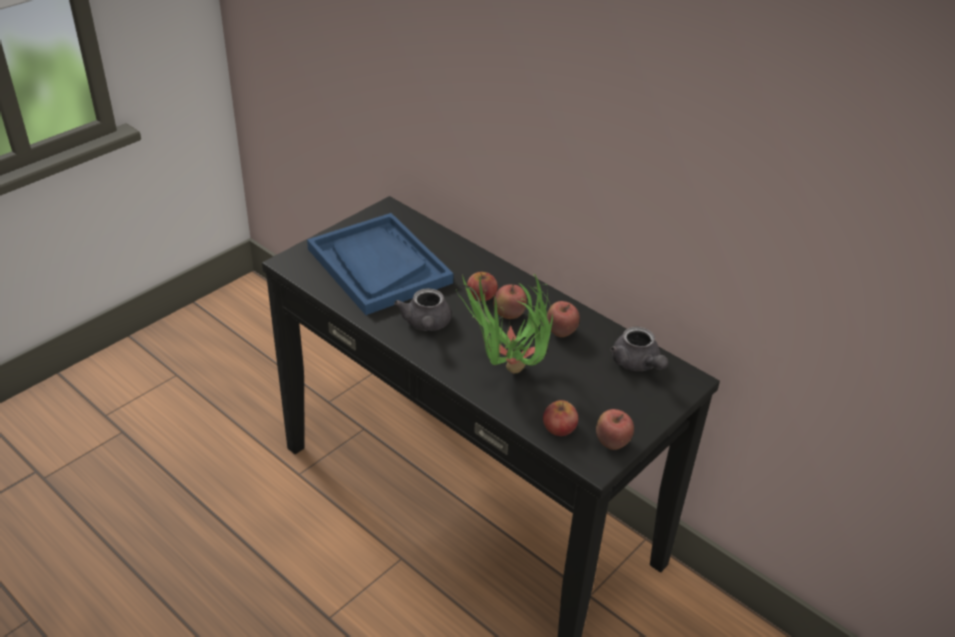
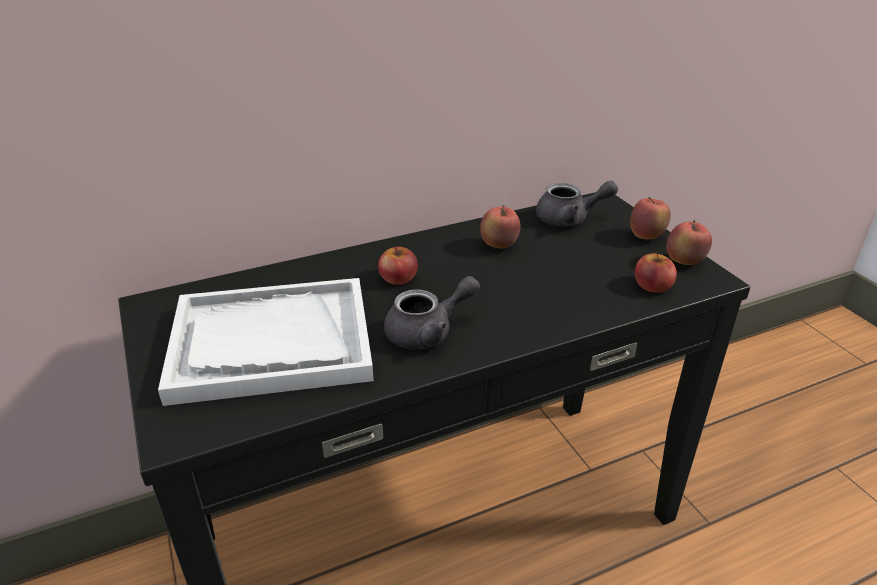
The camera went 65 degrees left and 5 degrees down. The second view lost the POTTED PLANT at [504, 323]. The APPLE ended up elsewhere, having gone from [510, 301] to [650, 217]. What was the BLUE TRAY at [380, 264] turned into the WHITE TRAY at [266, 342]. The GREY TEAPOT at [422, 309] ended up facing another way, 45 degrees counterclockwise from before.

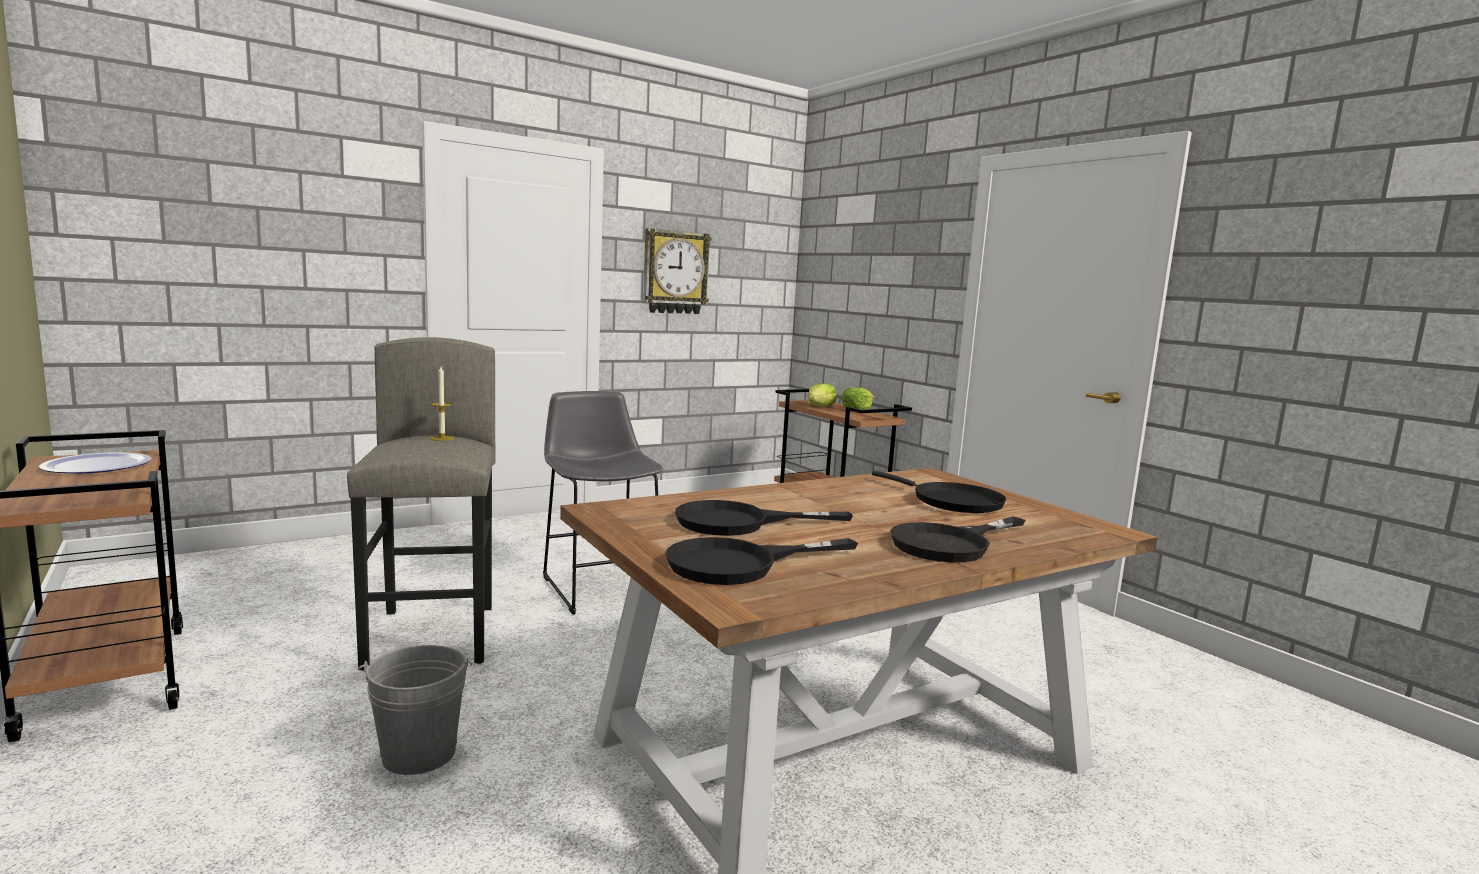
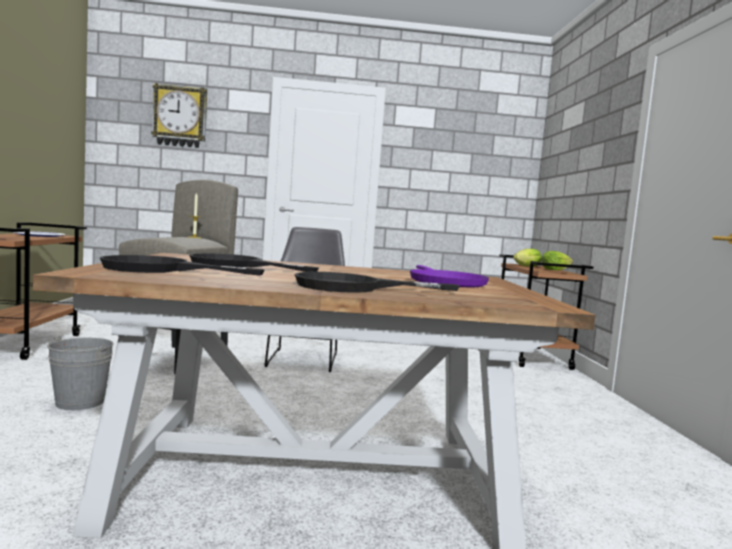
The camera went 30 degrees right and 5 degrees down. The WALL CLOCK ended up elsewhere, having gone from [677, 271] to [179, 115]. What was the BLACK FRYING PAN at [939, 492] turned into the PURPLE FRYING PAN at [449, 276].

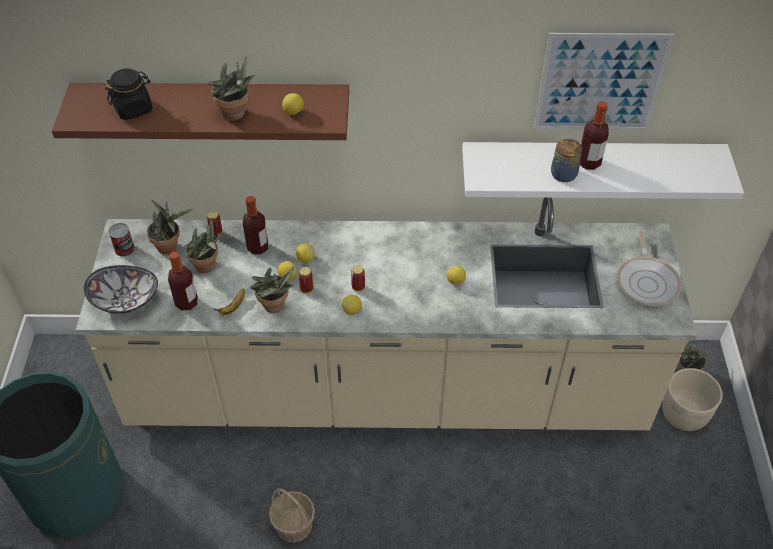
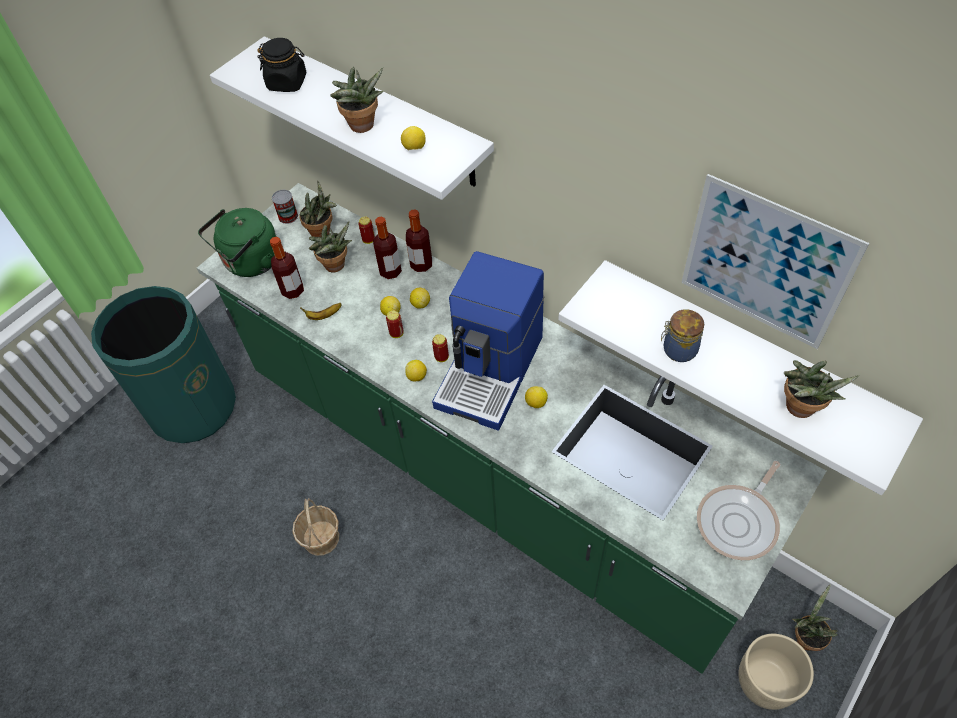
The camera went 40 degrees right and 5 degrees up. The second view gained the COFFEE MACHINE at [488, 341]. The POTTED PLANT ended up elsewhere, having gone from [272, 290] to [821, 389]. The BOTTLE ended up elsewhere, having gone from [594, 135] to [419, 241]. Where the BOWL stood at [121, 289], the GREEN KETTLE came to stand at [237, 242]. What was the BROWN SHELF at [200, 111] turned into the WHITE SHELF at [352, 118]. What was the BEIGE COUNTER at [386, 314] turned into the GREEN COUNTER at [511, 428].

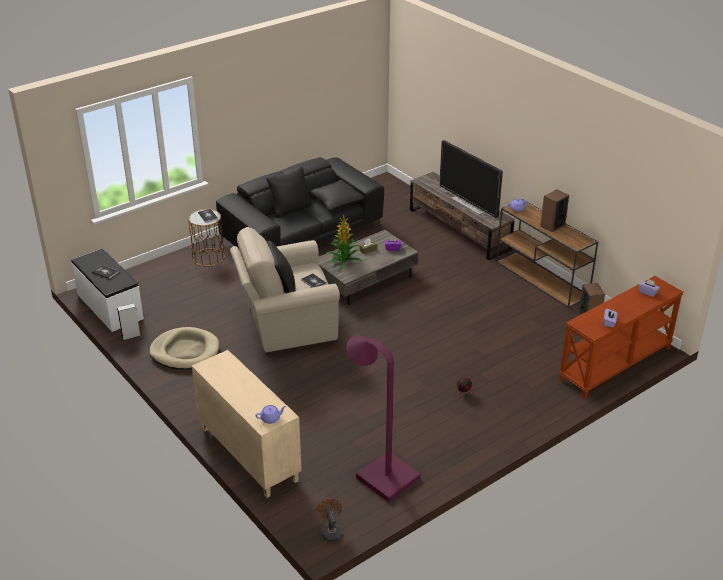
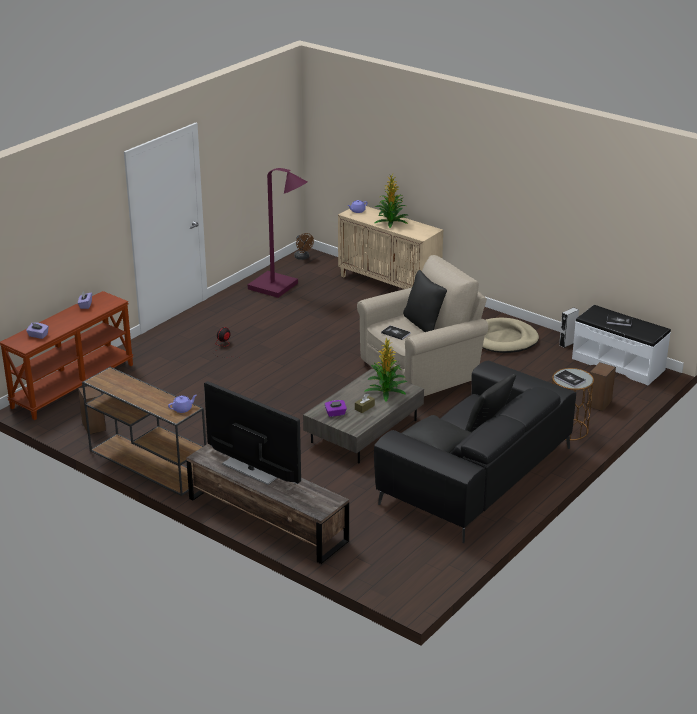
The camera went 165 degrees right and 5 degrees down. The second view gained the POTTED PLANT at [391, 201]. The SPEAKER ended up elsewhere, having gone from [554, 211] to [601, 386].

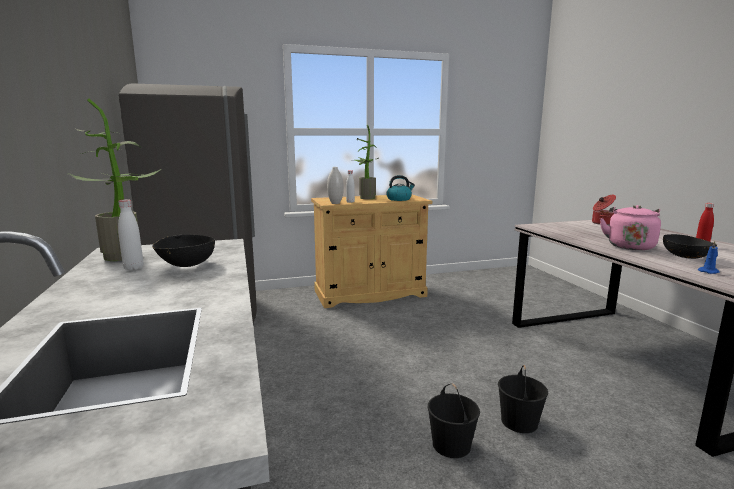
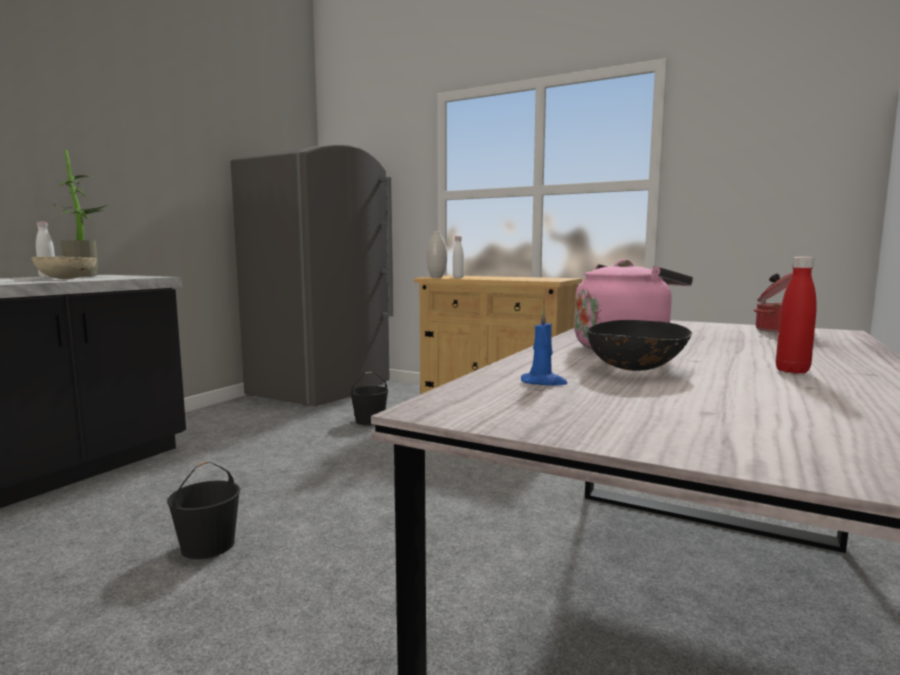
The camera went 45 degrees right and 5 degrees down. The second view lost the POTTED PLANT at [365, 162]. The second view lost the KETTLE at [400, 188]. The BLACK BUCKET ended up elsewhere, having gone from [523, 399] to [369, 398]. What was the BLACK BOWL at [183, 251] turned into the BEIGE BOWL at [64, 267].

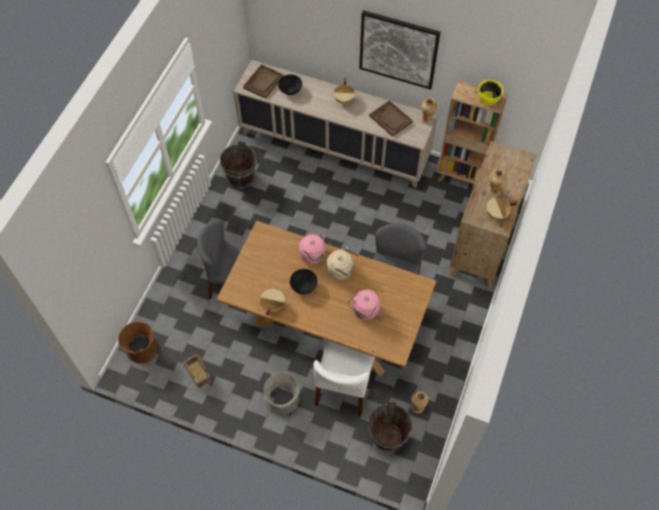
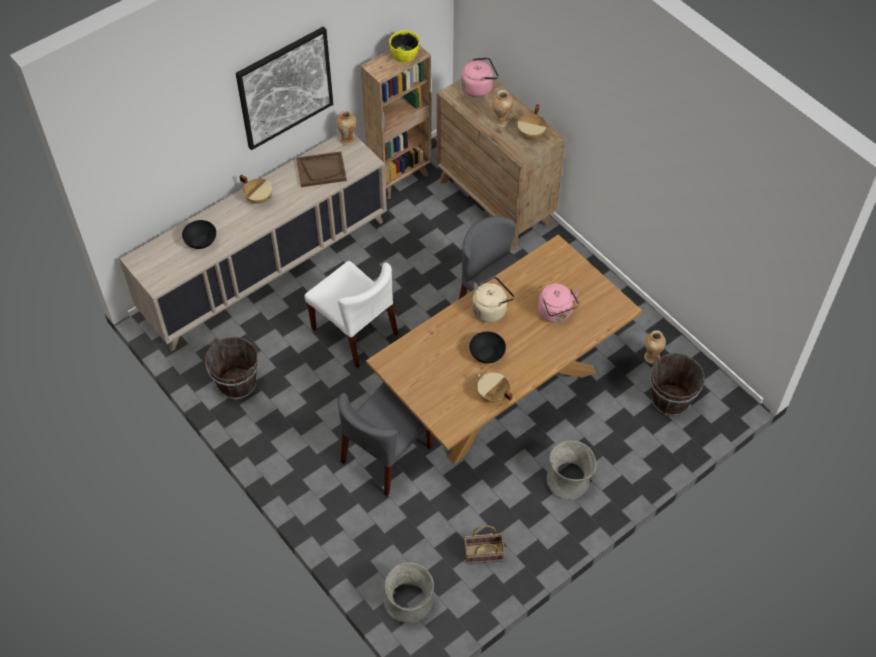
The camera went 60 degrees left and 5 degrees down. The second view lost the BROWN TRAY at [263, 81]. The PINK KETTLE ended up elsewhere, having gone from [315, 249] to [480, 77]. The WHITE CHAIR ended up elsewhere, having gone from [344, 378] to [351, 314]. What was the BROWN VASE at [137, 342] turned into the GREY VASE at [409, 592].

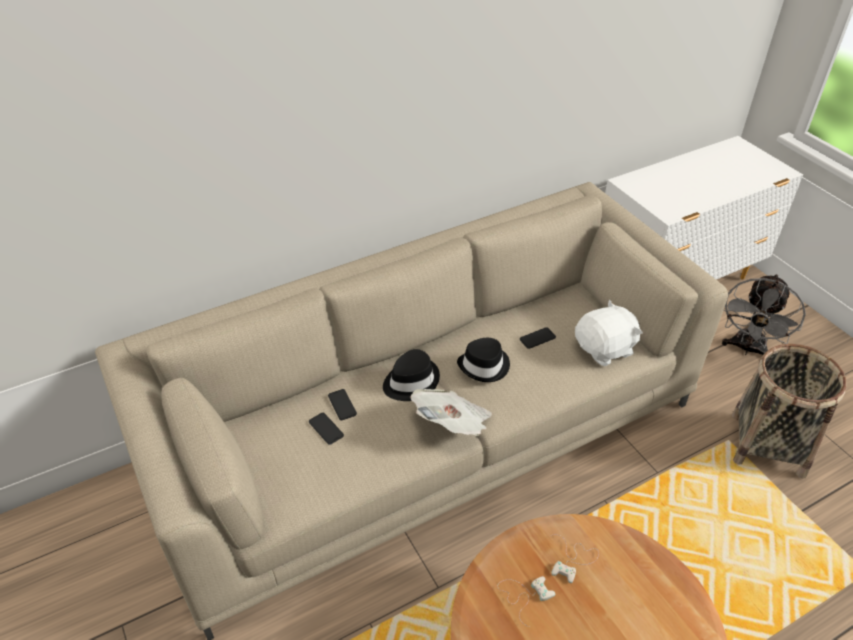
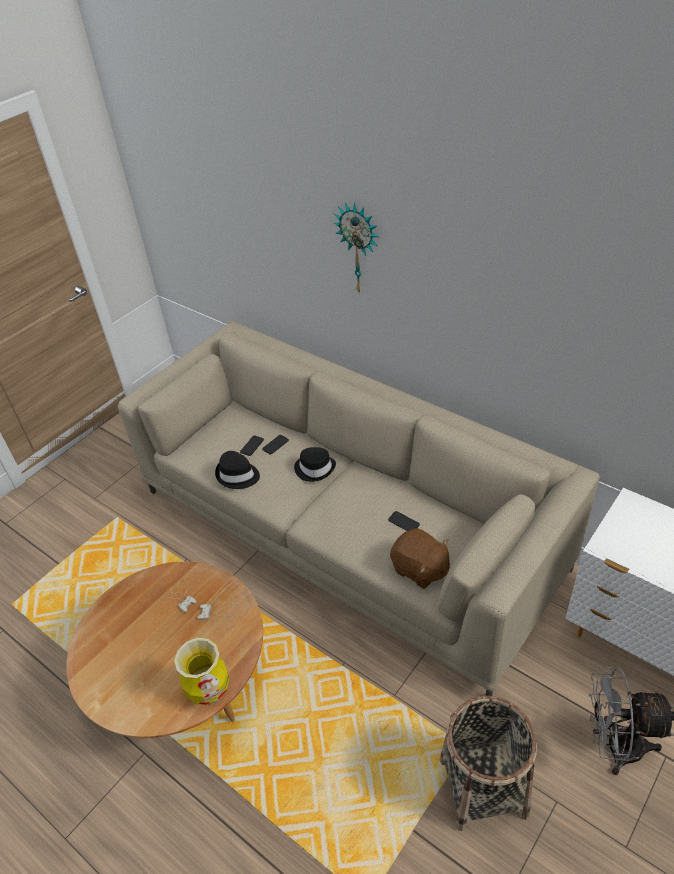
The camera went 70 degrees right and 0 degrees up. The second view lost the NEWSPAPER at [451, 412]. The second view gained the VASE at [202, 671]. The second view gained the WALL CLOCK at [356, 248]. The BLACK HAT ended up elsewhere, having gone from [483, 360] to [237, 470]. What was the WHITE PLUSH TOY at [609, 333] turned into the BROWN PLUSH TOY at [420, 558].

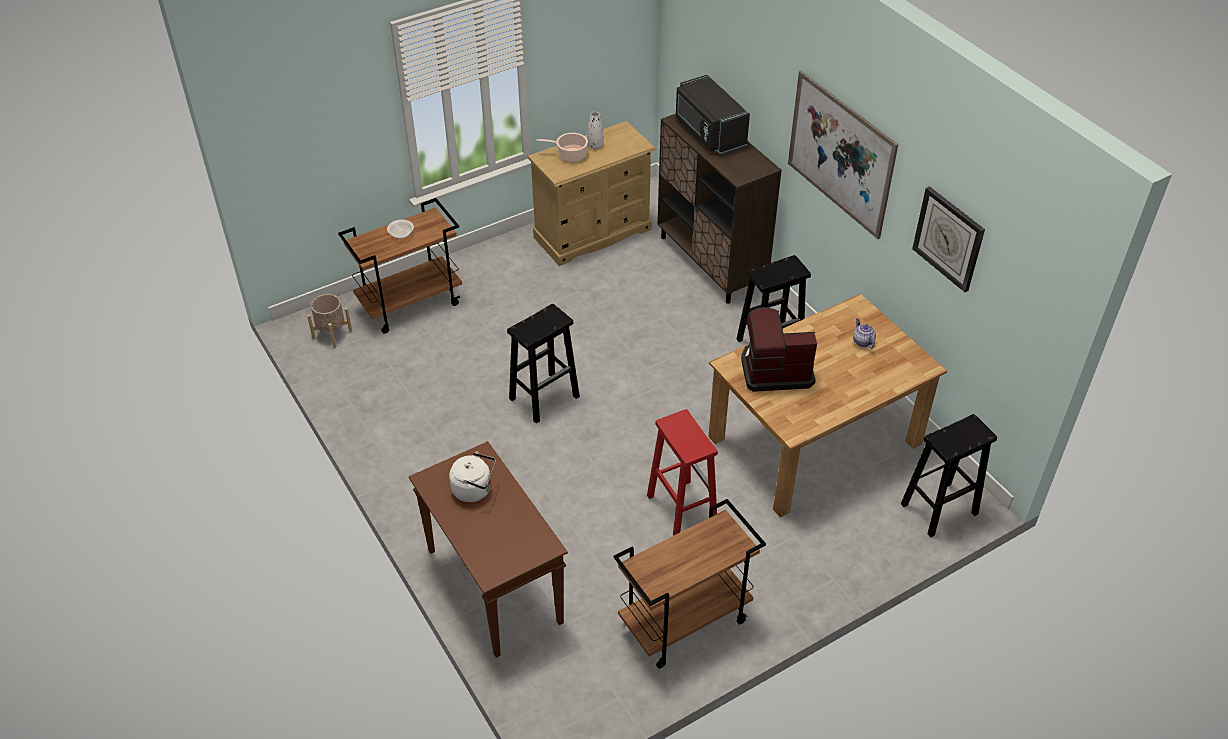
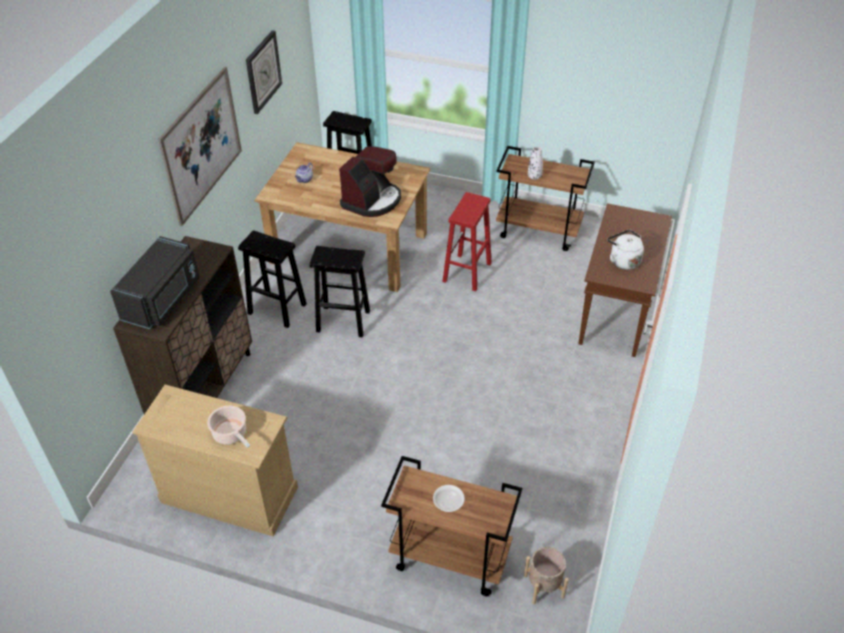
The camera went 130 degrees left and 0 degrees up. The BLACK STOOL ended up elsewhere, having gone from [543, 363] to [340, 291]. The WHITE VASE ended up elsewhere, having gone from [595, 130] to [535, 163]. The COFFEE MACHINE at [779, 349] ended up facing another way, 105 degrees counterclockwise from before.

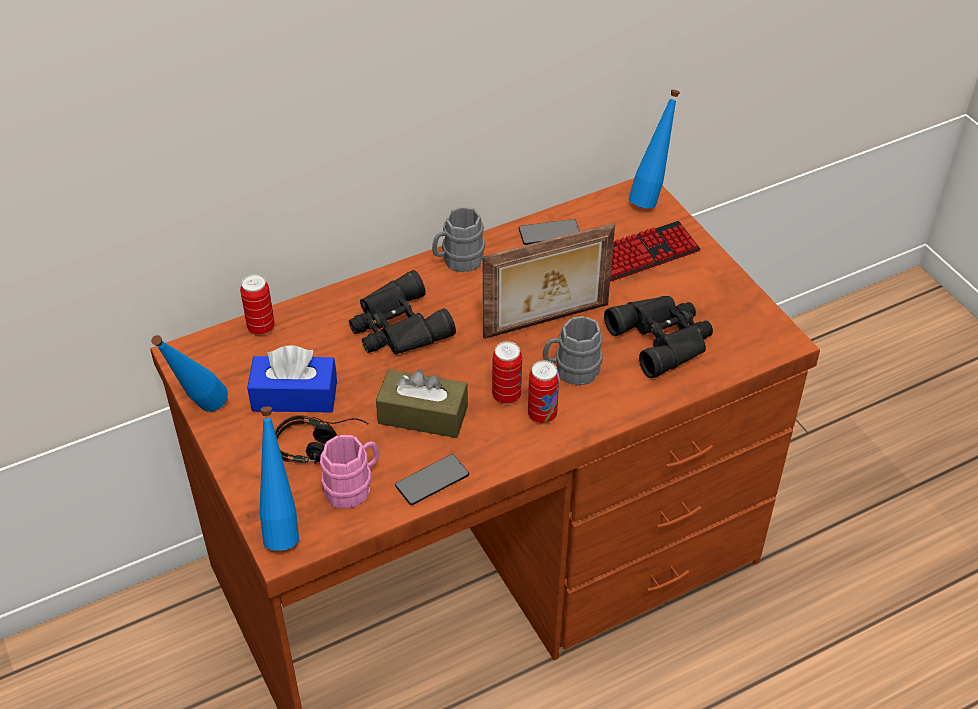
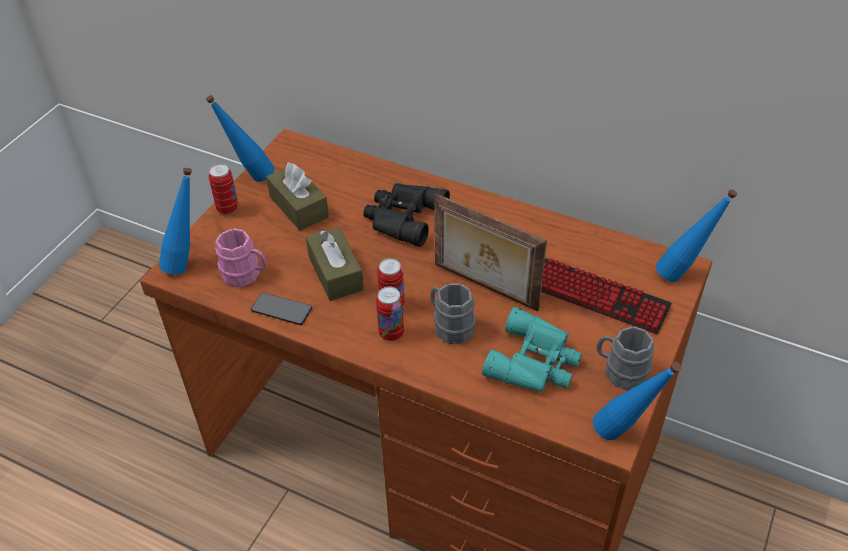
The camera went 55 degrees right and 0 degrees up. The second view lost the HEADPHONES at [322, 439]. The second view lost the PHONE at [549, 232]. The second view gained the BLUE BOTTLE at [637, 401]. The CAN ended up elsewhere, having gone from [257, 304] to [224, 189]. The GREY MUG ended up elsewhere, having gone from [458, 239] to [625, 358]. What was the BLUE TISSUE BOX at [292, 379] turned into the BROWN TISSUE BOX at [297, 197]. What was the BLACK BINOCULARS at [658, 337] turned into the TURQUOISE BINOCULARS at [532, 350].

